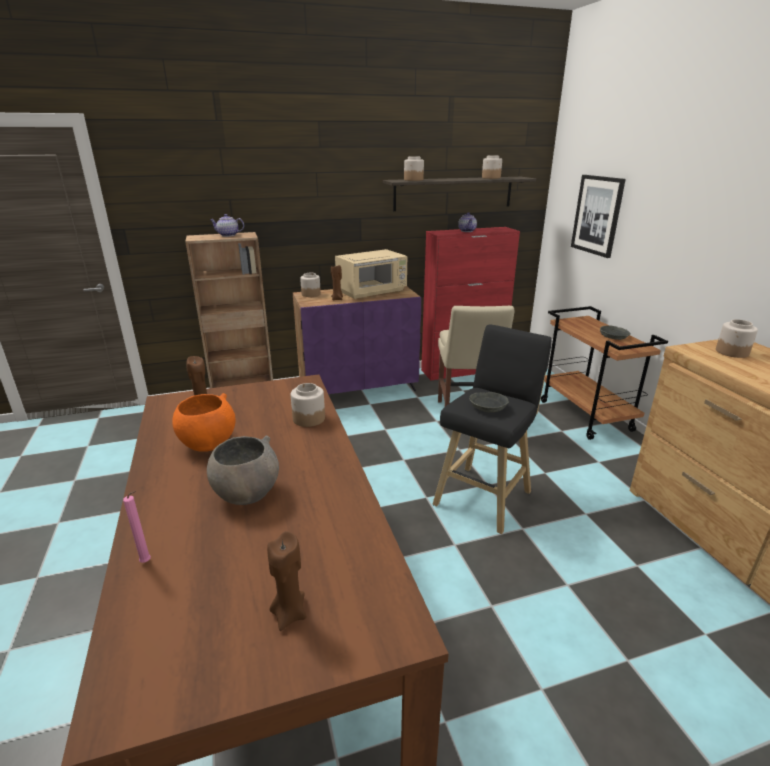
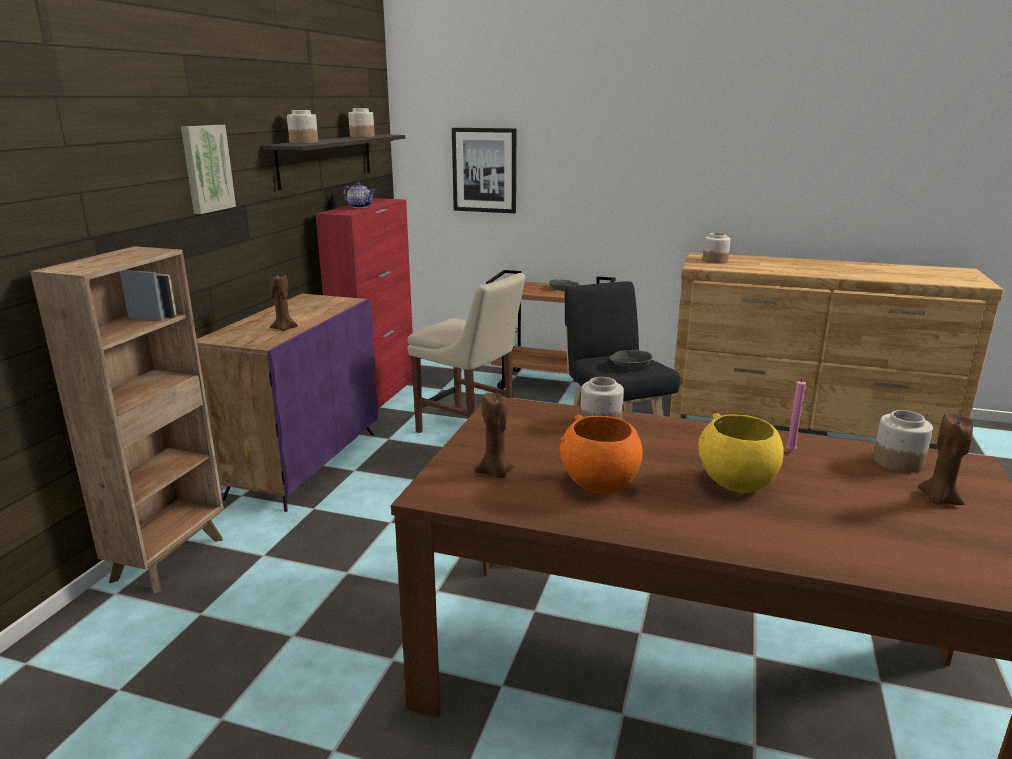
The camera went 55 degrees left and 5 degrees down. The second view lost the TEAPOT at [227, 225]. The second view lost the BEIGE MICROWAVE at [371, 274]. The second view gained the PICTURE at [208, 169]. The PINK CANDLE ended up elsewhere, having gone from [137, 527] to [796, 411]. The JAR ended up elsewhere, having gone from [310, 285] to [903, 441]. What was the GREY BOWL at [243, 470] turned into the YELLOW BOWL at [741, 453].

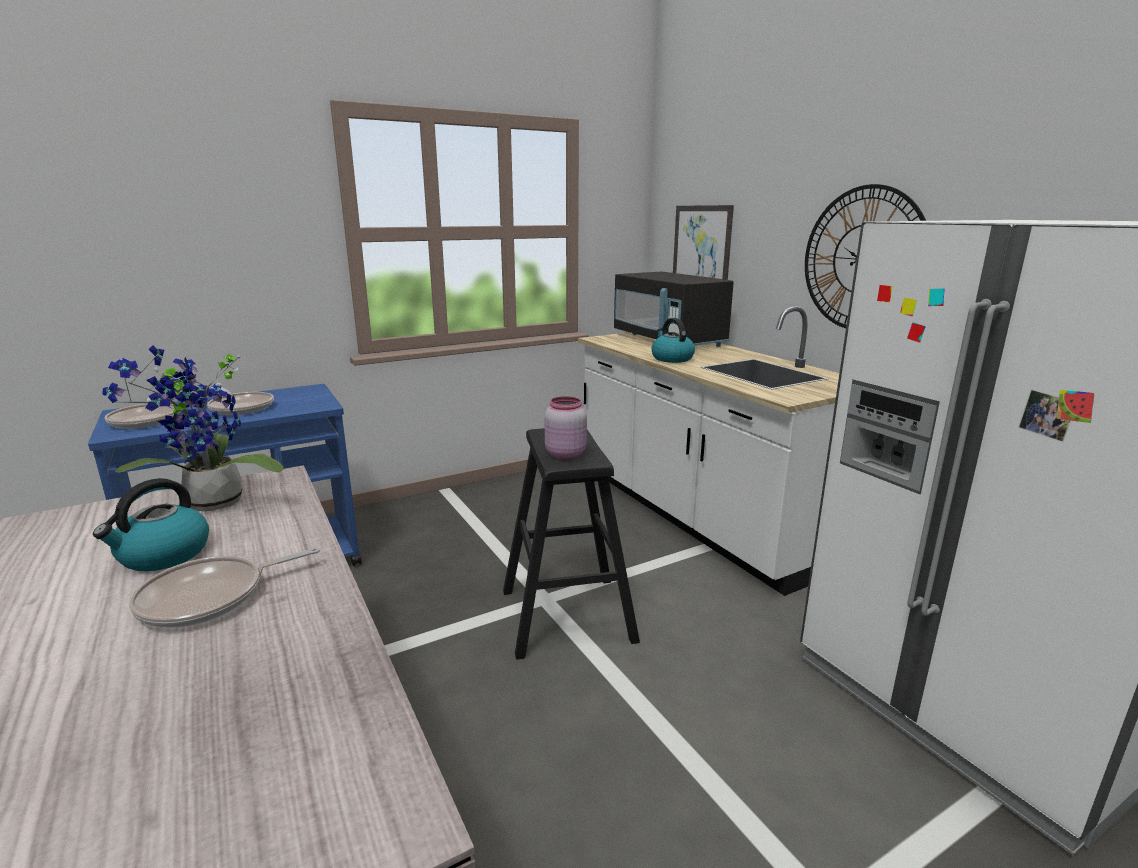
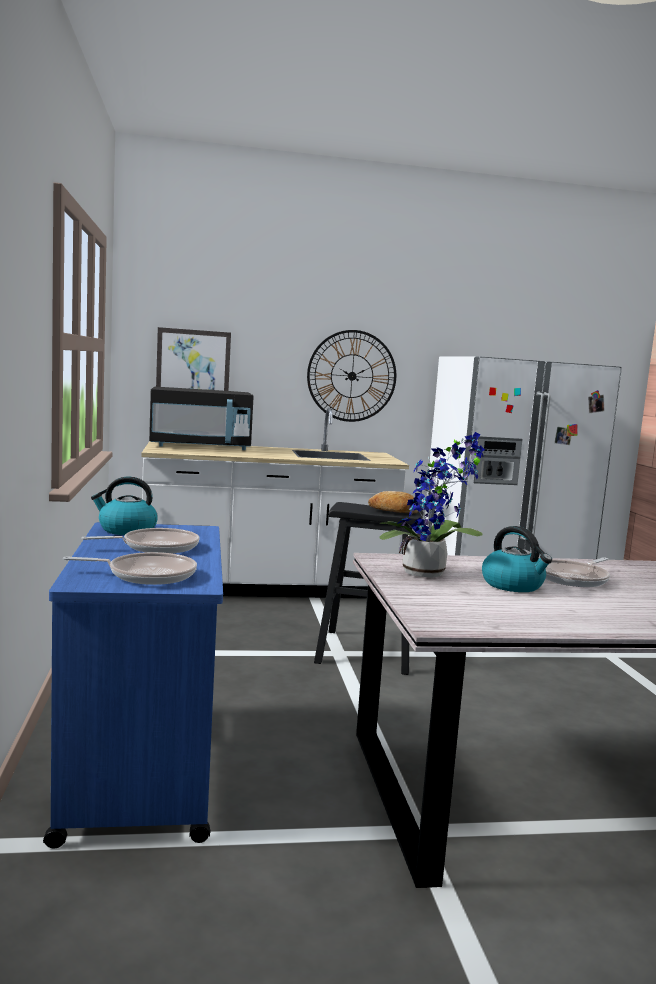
The camera went 70 degrees left and 10 degrees down. The KETTLE ended up elsewhere, having gone from [673, 340] to [124, 506]. Where the PINK JAR stood at [565, 427], the BREAD came to stand at [393, 502]. The FRYING PAN at [224, 587] ended up facing another way, 60 degrees clockwise from before.

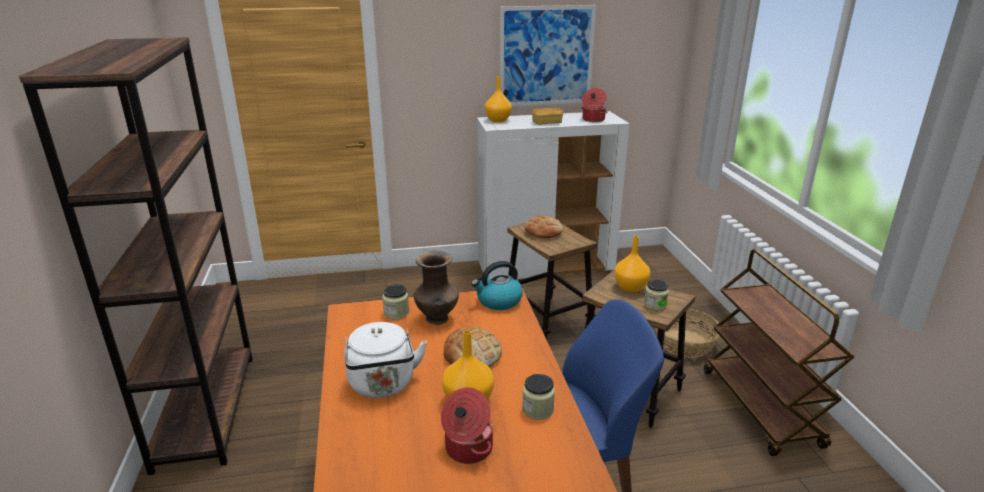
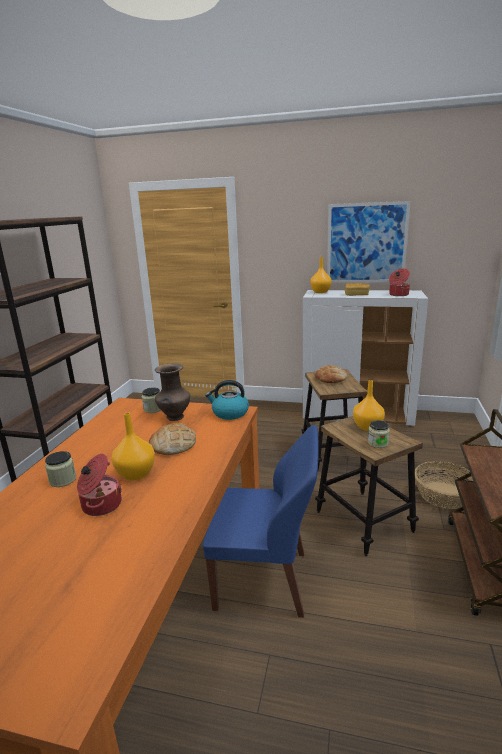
The camera went 25 degrees right and 5 degrees down. The second view lost the WHITE KETTLE at [385, 360]. The JAR ended up elsewhere, having gone from [538, 397] to [60, 469].

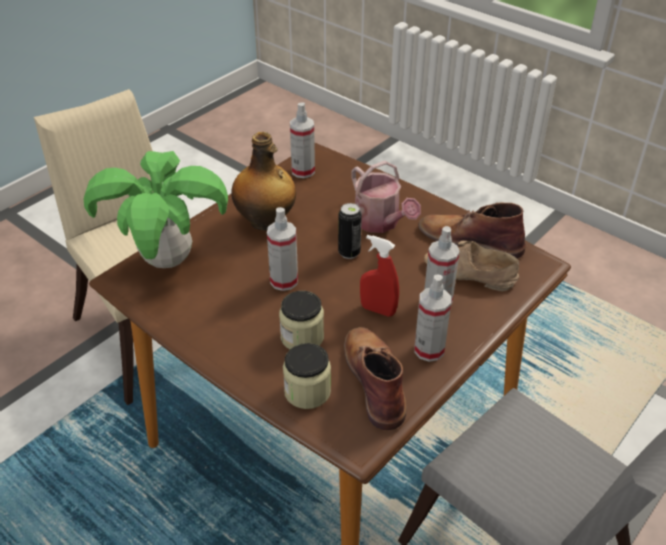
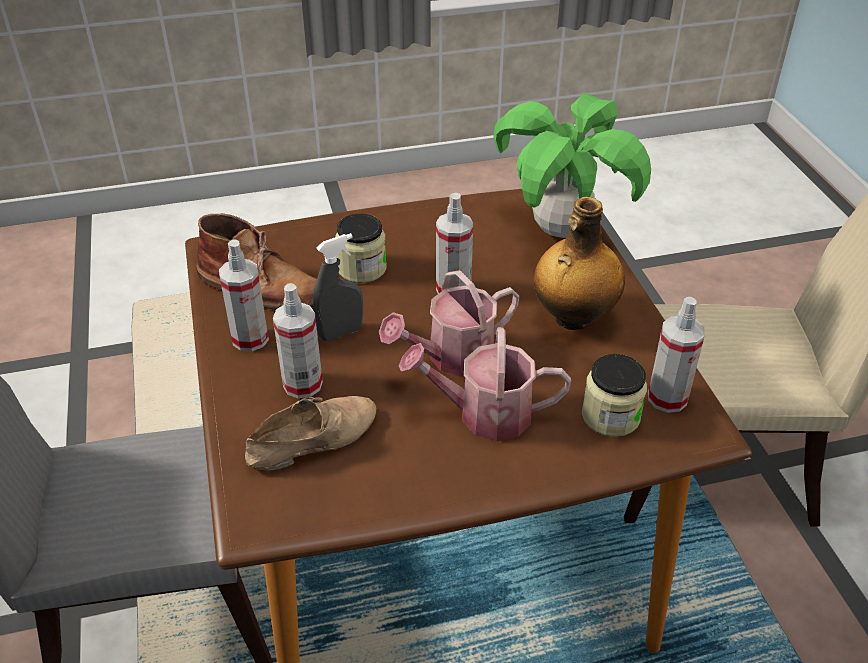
The camera went 125 degrees right and 0 degrees up. The second view lost the BROWN BOOT at [472, 230]. The JAR ended up elsewhere, having gone from [307, 376] to [614, 395]. Where the CAN stood at [350, 231], the WATERING CAN came to stand at [449, 323]. What was the RED SPRAY BOTTLE at [379, 276] turned into the GREY SPRAY BOTTLE at [338, 287].

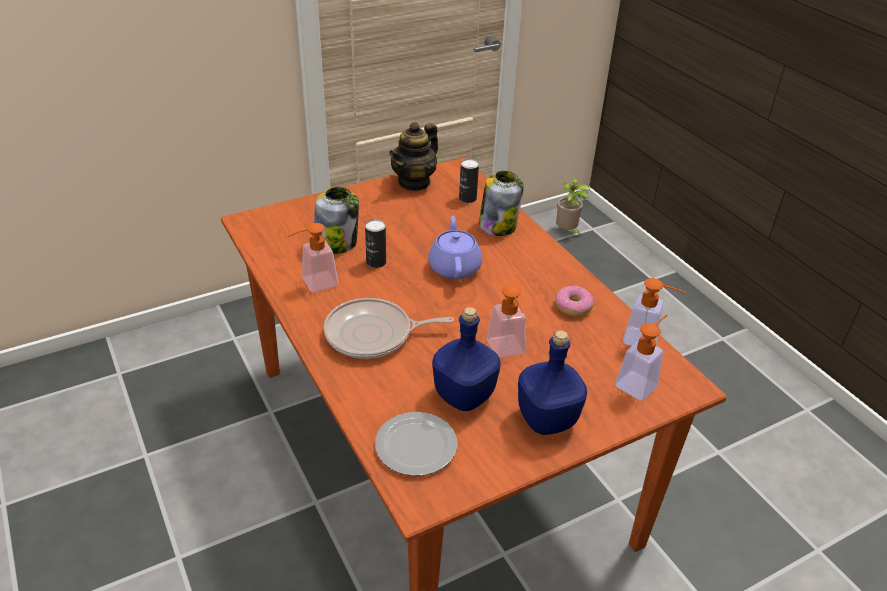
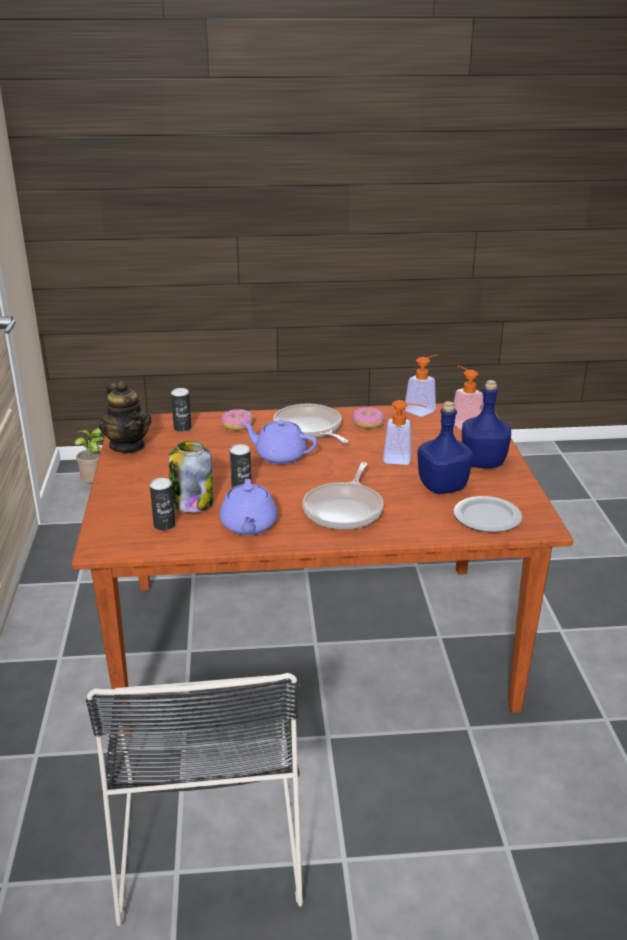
The camera went 65 degrees left and 10 degrees down. The second view gained the BLACK CHAIR at [194, 799]. The second view gained the CAN at [162, 504]. The second view gained the FRYING PAN at [310, 423]. Where the SOAP DISPENSER stood at [312, 257], the PURPLE TEAPOT came to stand at [248, 507]. Where the JAR stood at [501, 203], the DONUT came to stand at [237, 419].

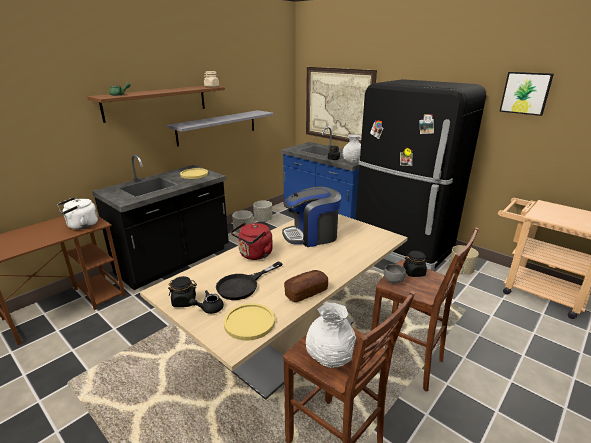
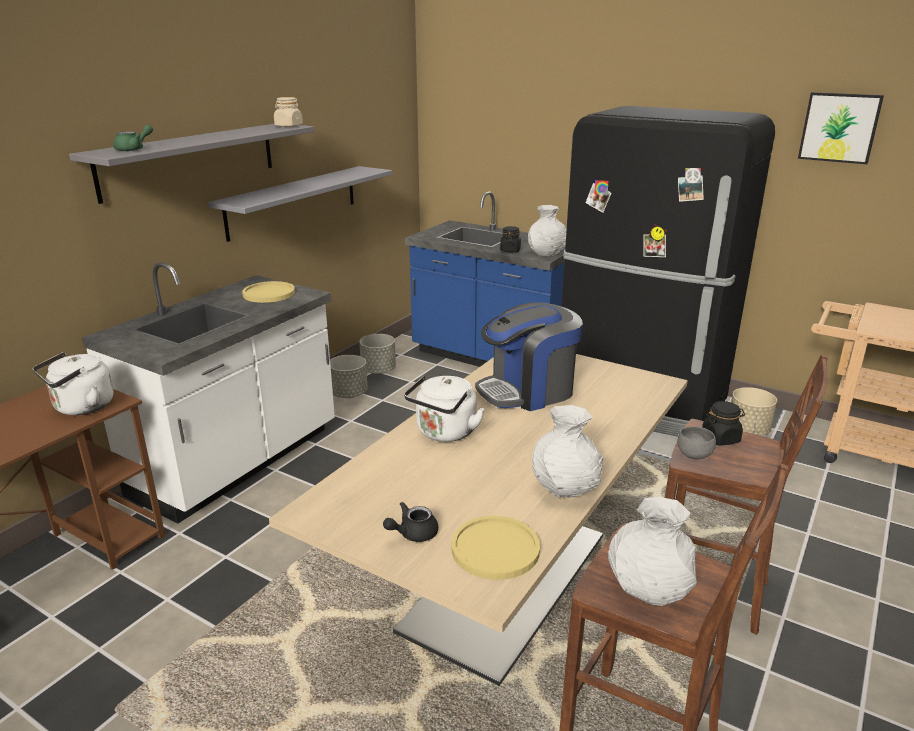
The camera went 10 degrees left and 0 degrees up. The second view lost the BLACK JAR at [182, 291]. The second view lost the BLACK FRYING PAN at [249, 280]. The second view lost the PICTURE at [341, 105]. Where the BREAD stood at [306, 286], the WHITE VASE came to stand at [567, 451]. What was the BROWN SHELF at [156, 104] turned into the GREY SHELF at [191, 164]. What was the BLACK COUNTER at [160, 222] turned into the WHITE COUNTER at [208, 392]. What was the RED KETTLE at [252, 241] turned into the WHITE KETTLE at [444, 408].

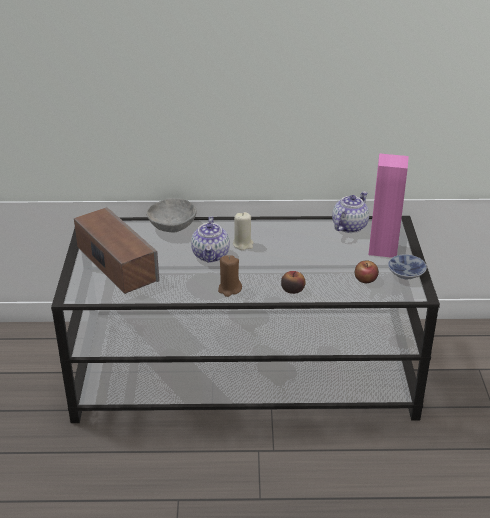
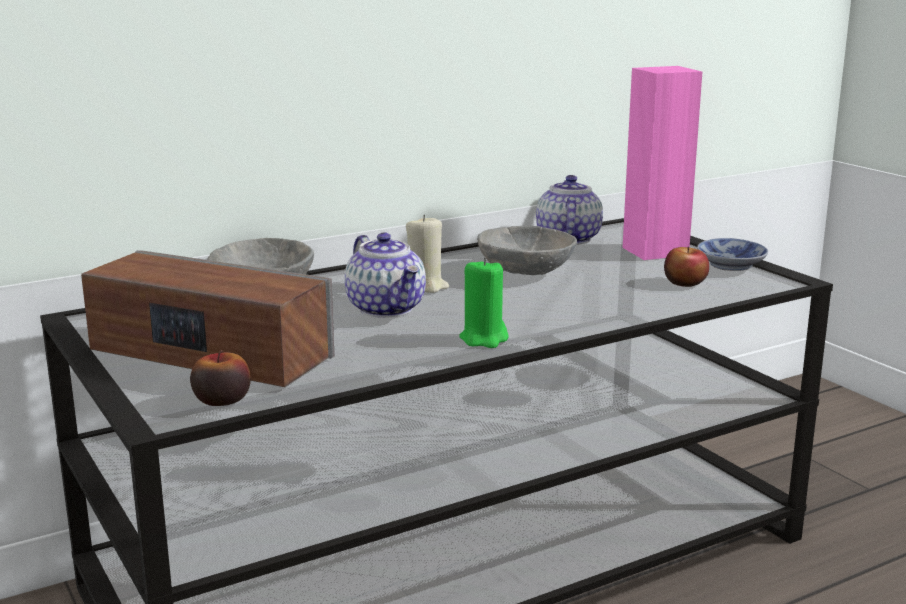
The camera went 30 degrees left and 15 degrees down. The second view gained the GREY BOWL at [527, 250]. The APPLE ended up elsewhere, having gone from [293, 282] to [220, 378]. What was the BROWN CANDLE at [230, 276] turned into the GREEN CANDLE at [483, 302].

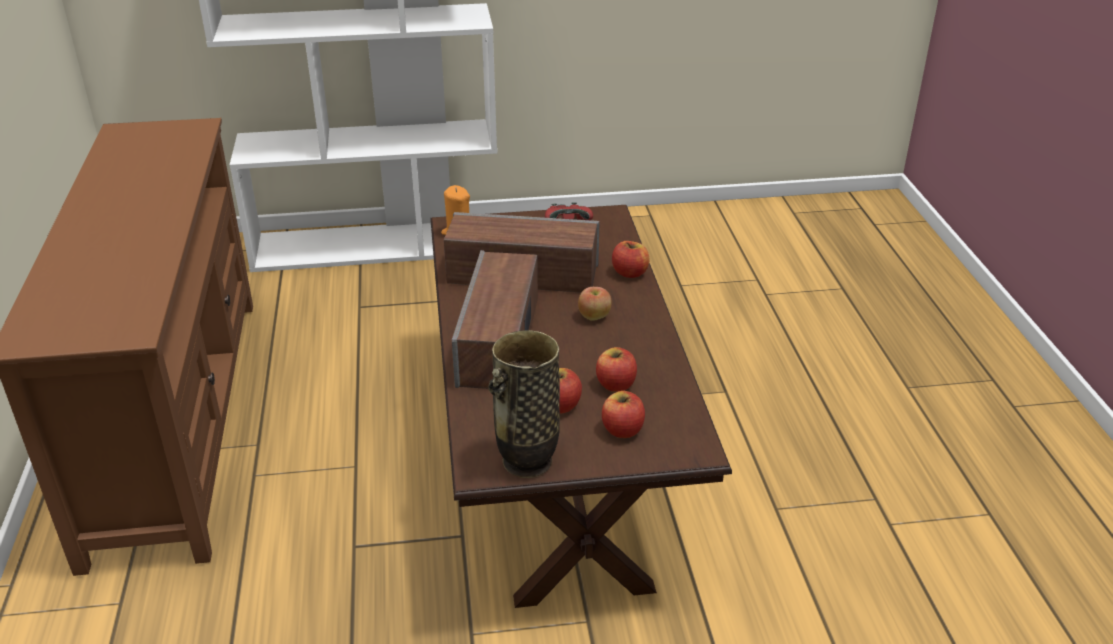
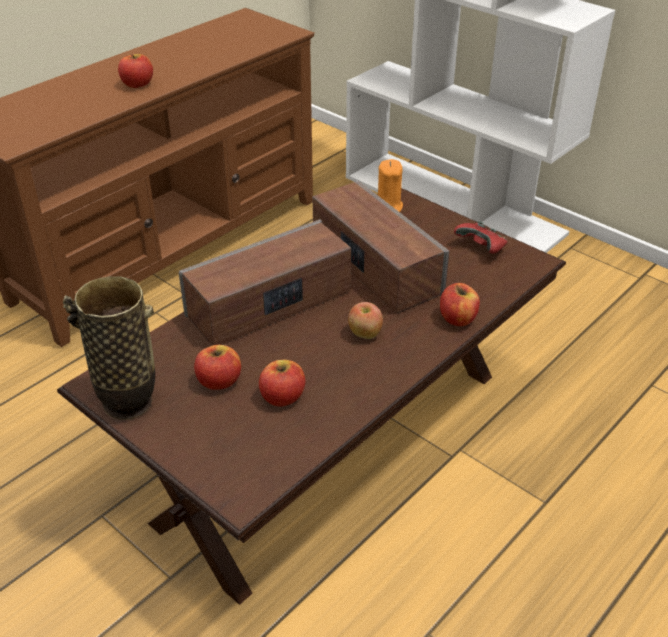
The camera went 50 degrees right and 5 degrees up. The APPLE ended up elsewhere, having gone from [623, 414] to [135, 71].

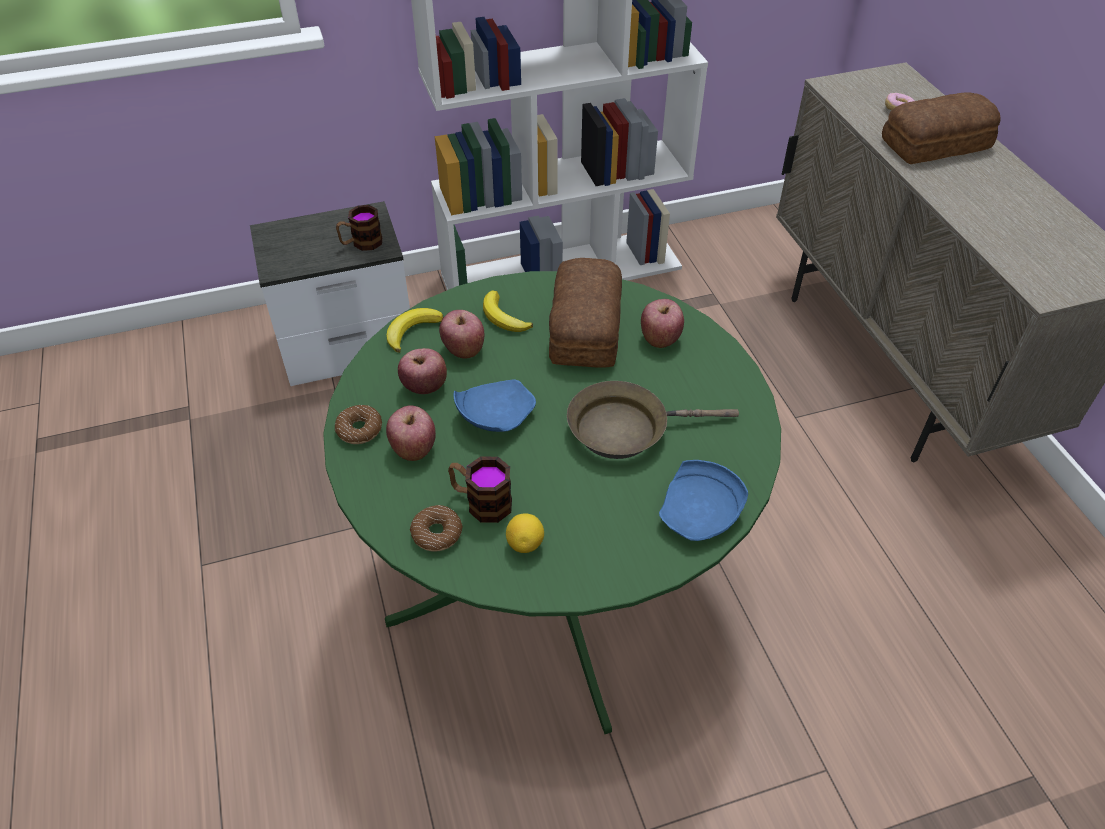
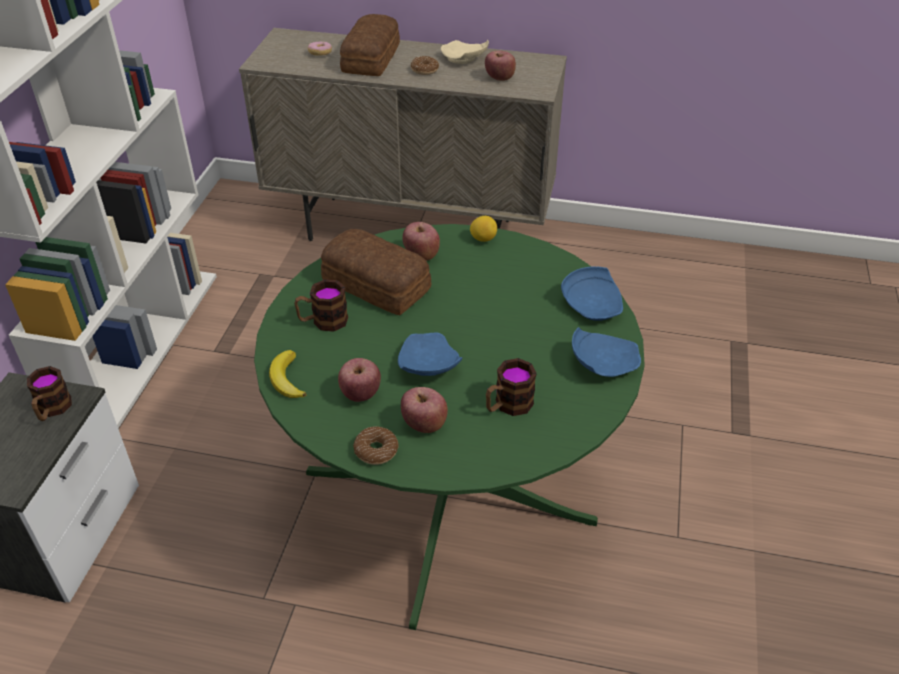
The camera went 60 degrees left and 5 degrees down. The second view lost the BROWN FRYING PAN at [653, 420]. The second view gained the BEIGE PLATE at [465, 52]. The second view gained the BLUE PLATE at [606, 352]. The DONUT ended up elsewhere, having gone from [436, 528] to [425, 65]. The APPLE ended up elsewhere, having gone from [461, 334] to [500, 66]. The LEMON ended up elsewhere, having gone from [525, 533] to [483, 229]. Where the BANANA stood at [508, 311], the MUG came to stand at [321, 305].

